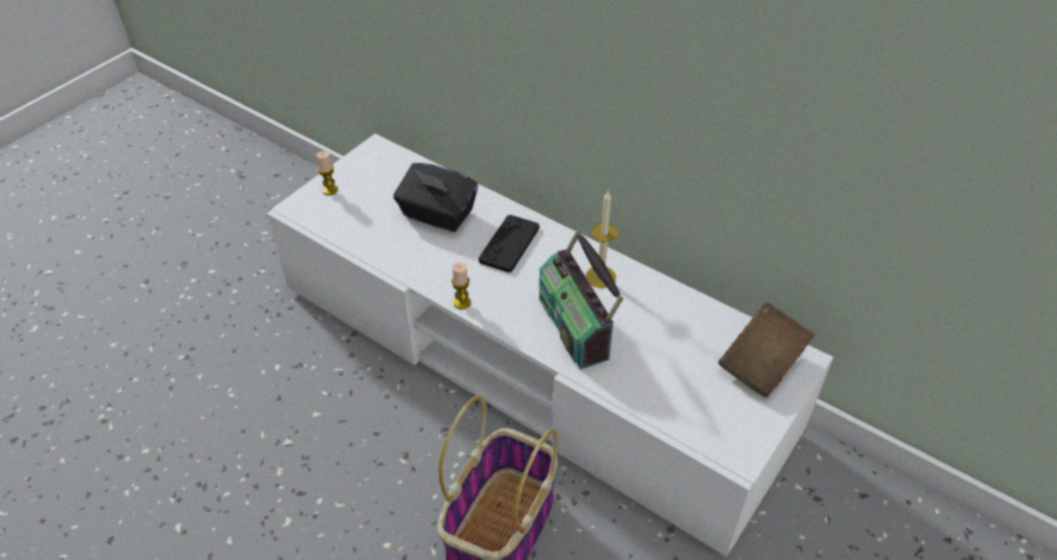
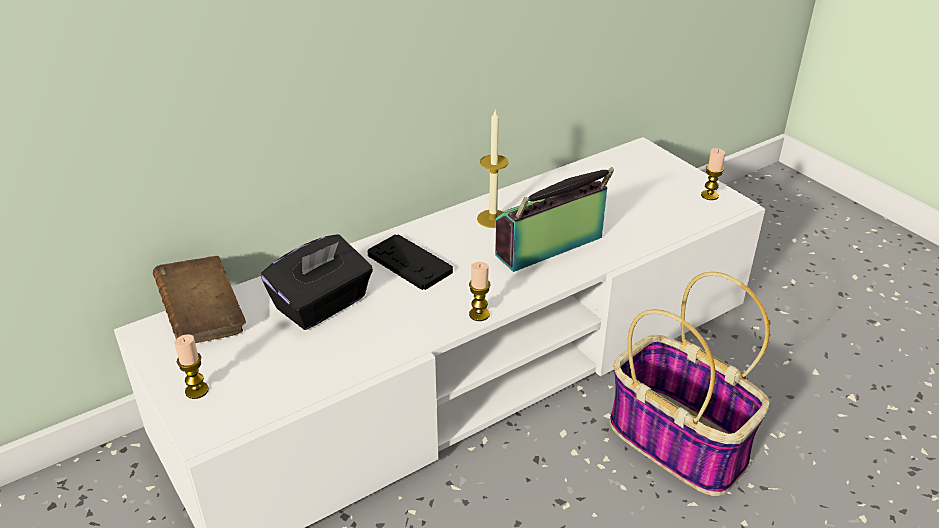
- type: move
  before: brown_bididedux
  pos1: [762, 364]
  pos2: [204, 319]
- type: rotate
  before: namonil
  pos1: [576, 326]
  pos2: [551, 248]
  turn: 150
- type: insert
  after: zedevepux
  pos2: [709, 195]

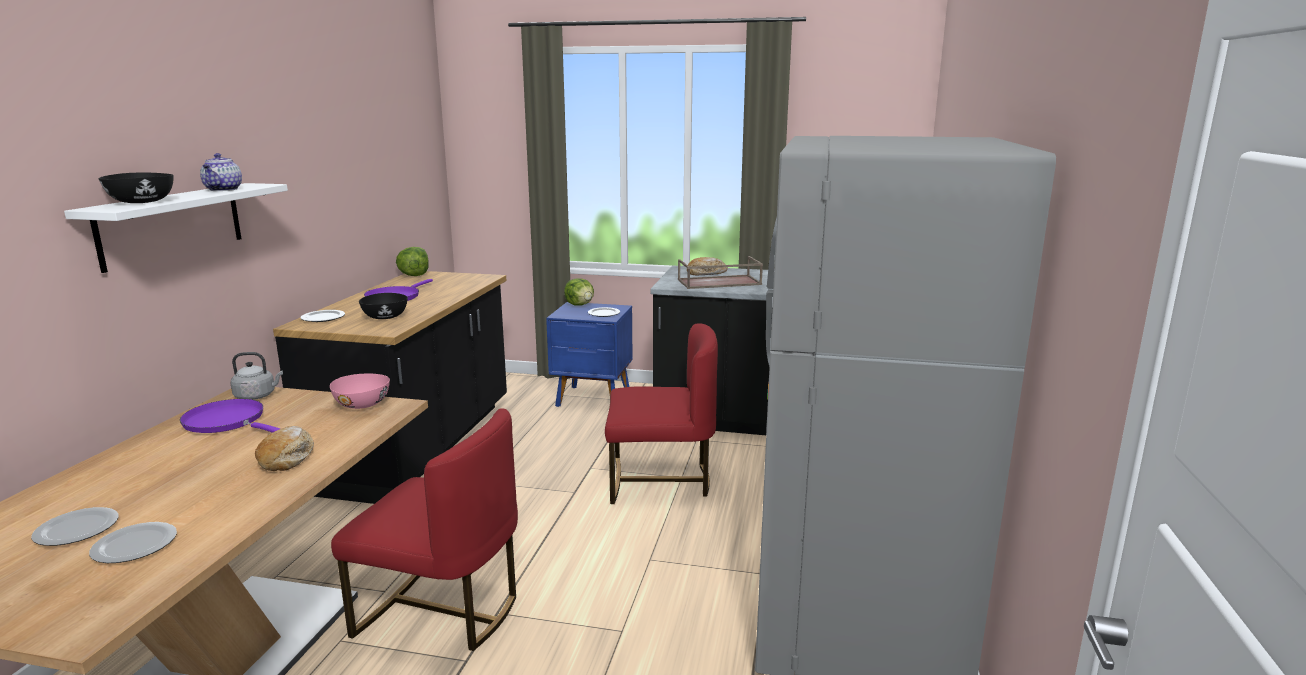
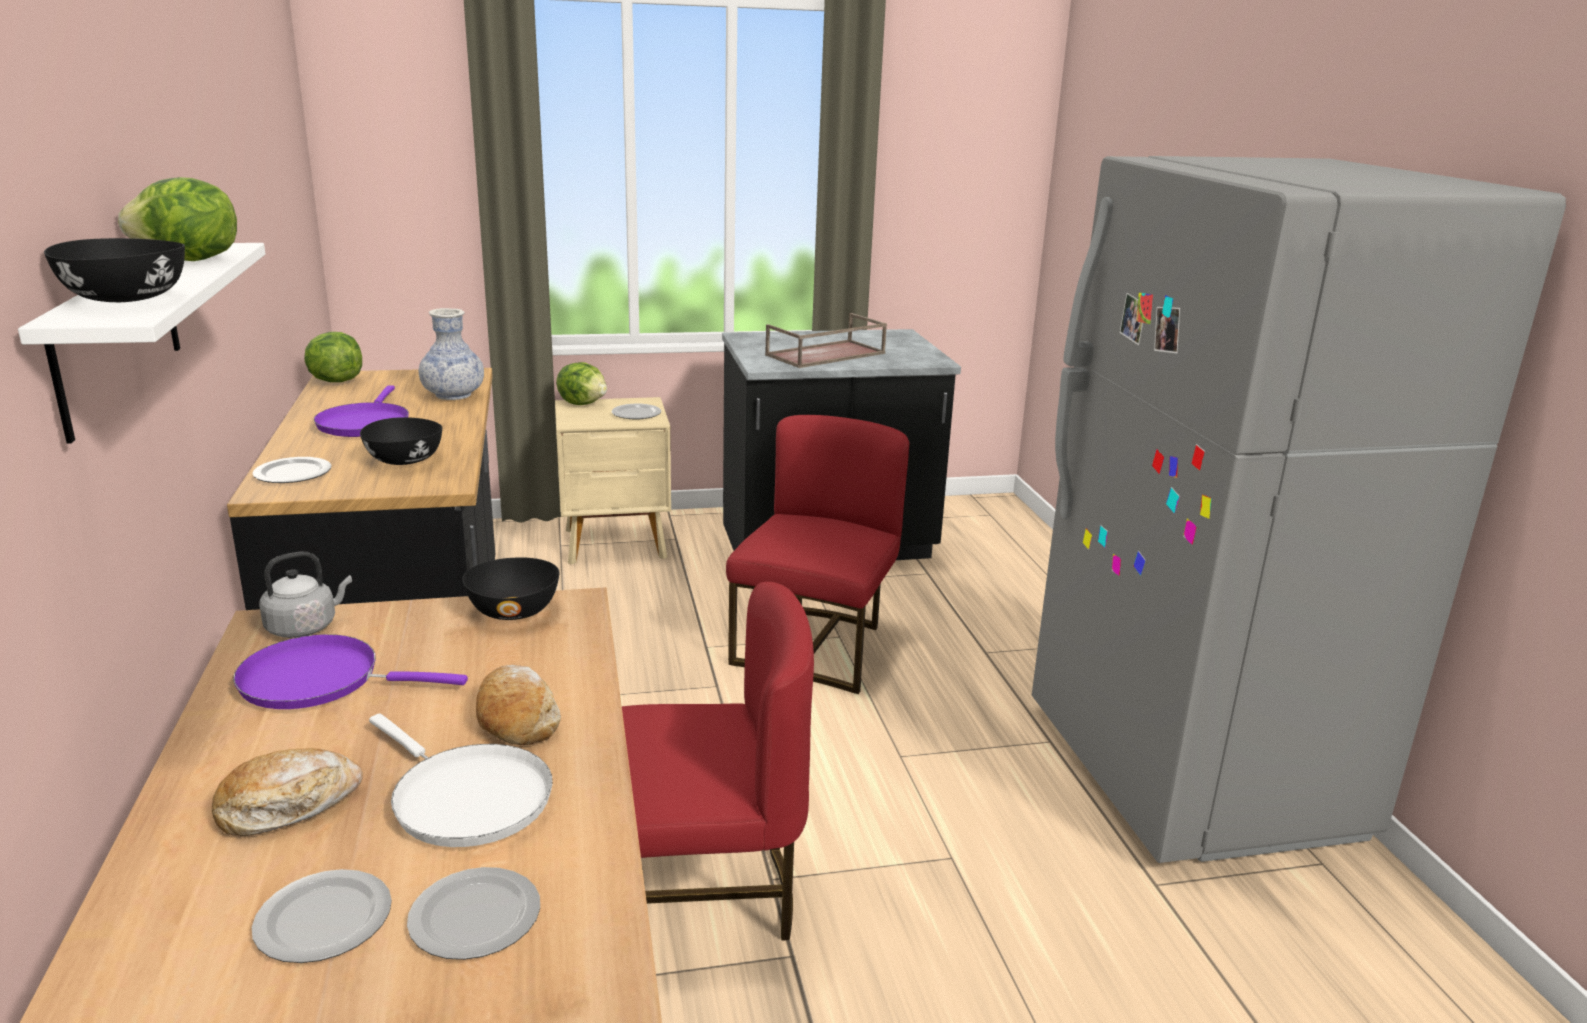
- type: replace
  before: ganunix
  after: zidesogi
  pos1: [223, 190]
  pos2: [189, 261]
- type: move
  before: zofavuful
  pos1: [706, 273]
  pos2: [288, 805]
- type: insert
  after: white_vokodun
  pos2: [466, 798]
- type: insert
  after: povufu
  pos2: [453, 395]
- type: recolor
  before: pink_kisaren
  after: black_kisaren
  pos1: [363, 404]
  pos2: [514, 610]
- type: recolor
  before: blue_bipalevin
  after: beige_bipalevin
  pos1: [594, 399]
  pos2: [617, 544]
- type: rotate
  before: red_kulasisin
  pos1: [659, 481]
  pos2: [816, 647]
  turn: -45

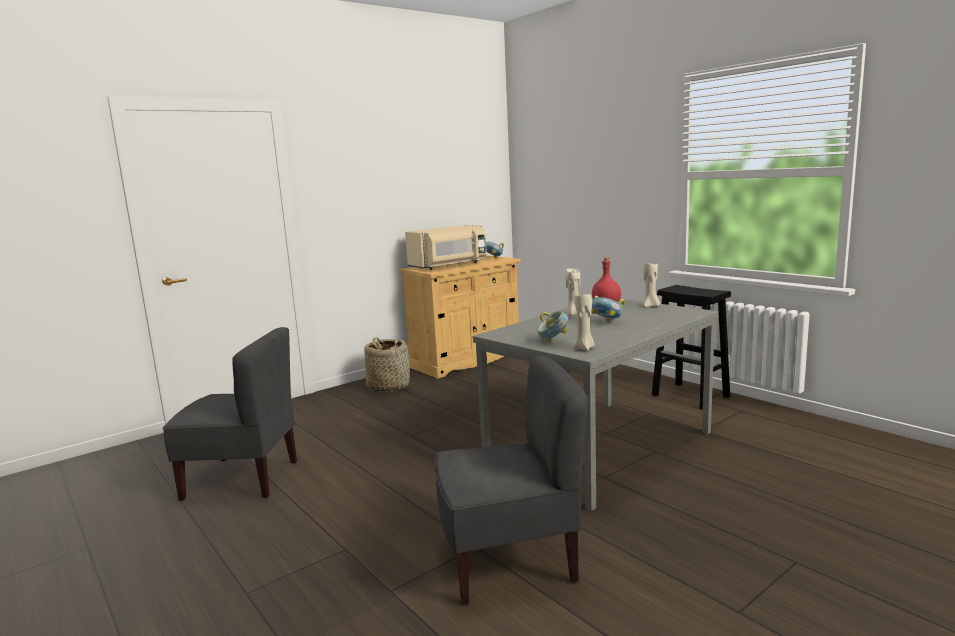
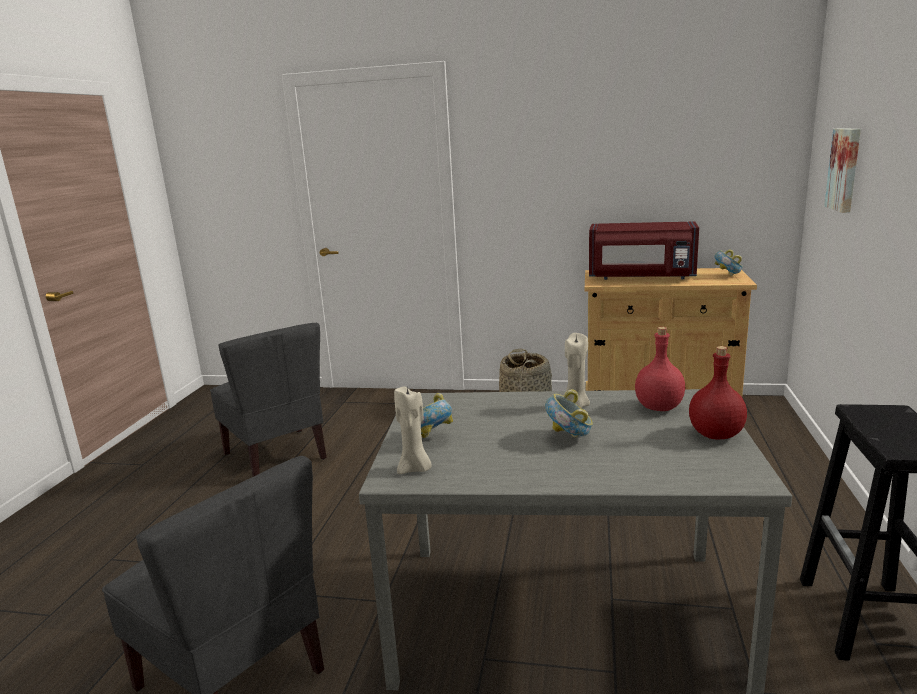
- type: recolor
  before: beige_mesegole
  after: red_mesegole
  pos1: [449, 266]
  pos2: [641, 277]
- type: replace
  before: beige_zedevepux
  after: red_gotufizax
  pos1: [650, 306]
  pos2: [714, 434]
- type: insert
  after: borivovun
  pos2: [845, 169]

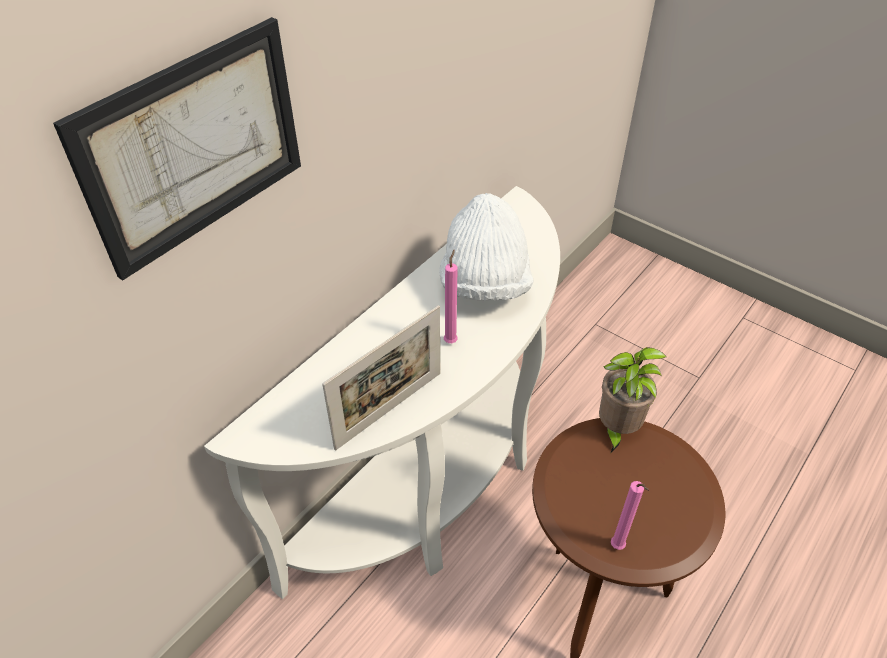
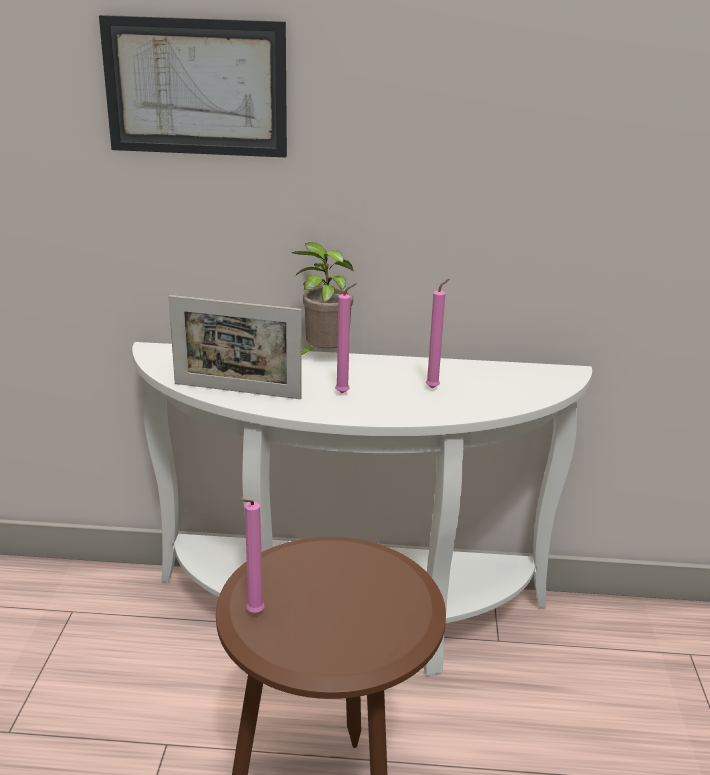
- type: move
  before: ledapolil
  pos1: [616, 430]
  pos2: [323, 356]
- type: replace
  before: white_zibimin
  after: pink_zedevepux
  pos1: [484, 283]
  pos2: [434, 387]

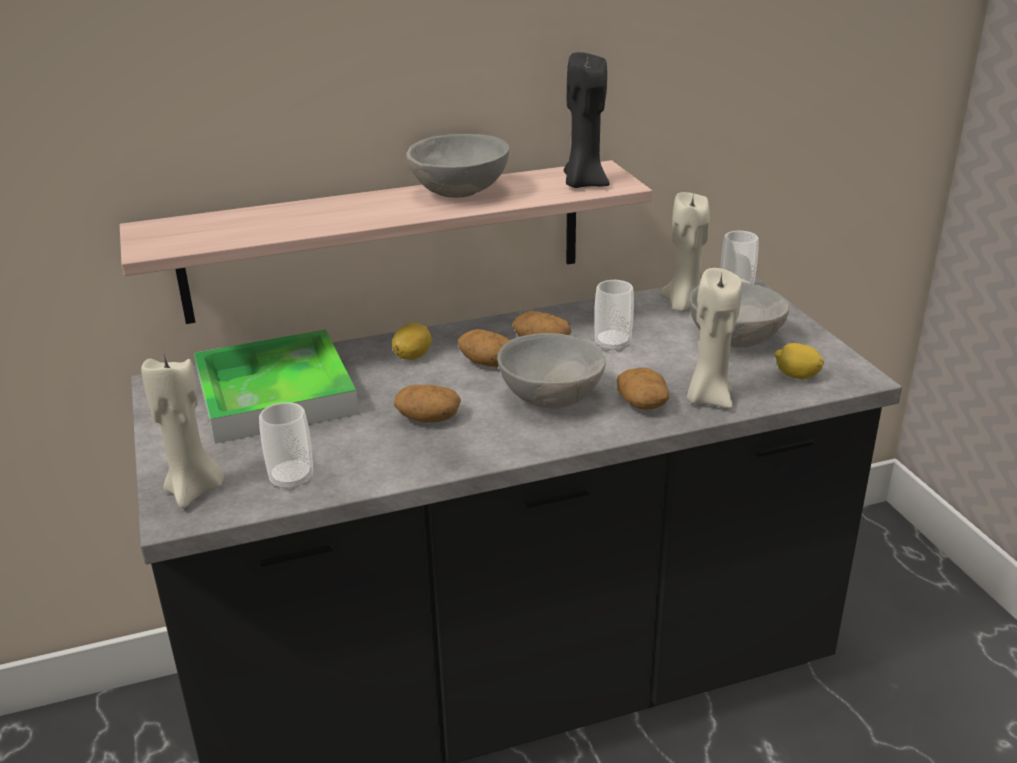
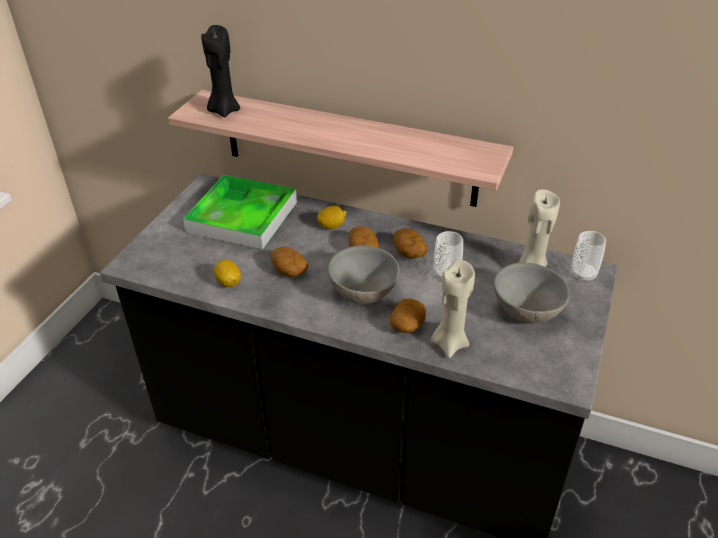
- type: move
  before: black_zedevepux
  pos1: [583, 184]
  pos2: [224, 110]
- type: move
  before: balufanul
  pos1: [796, 376]
  pos2: [228, 282]
- type: delete
  before: beige_zedevepux
  pos1: [194, 491]
- type: delete
  before: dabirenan
  pos1: [291, 480]
- type: delete
  before: grey_kisaren
  pos1: [460, 194]

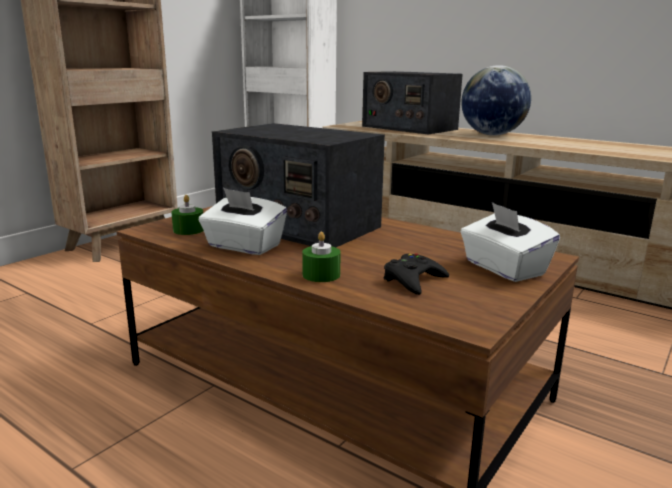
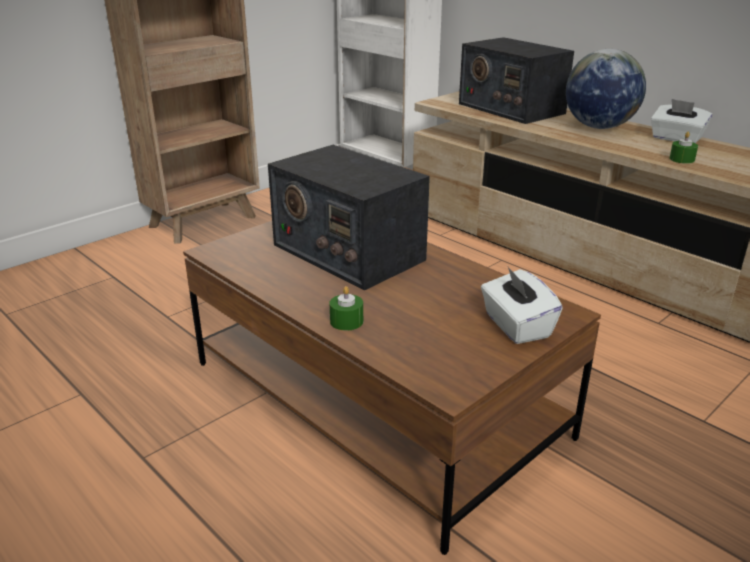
- type: move
  before: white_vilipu
  pos1: [243, 246]
  pos2: [676, 139]
- type: move
  before: green_zedevepux
  pos1: [188, 230]
  pos2: [682, 159]
- type: delete
  before: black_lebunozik
  pos1: [413, 280]

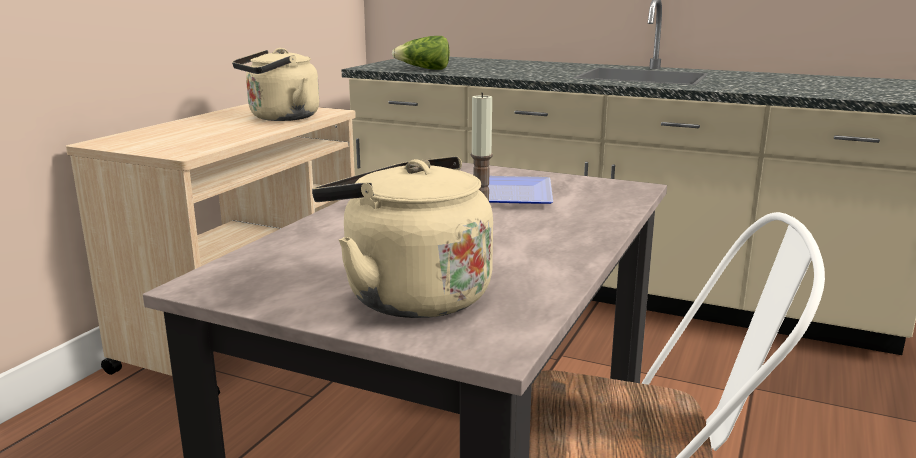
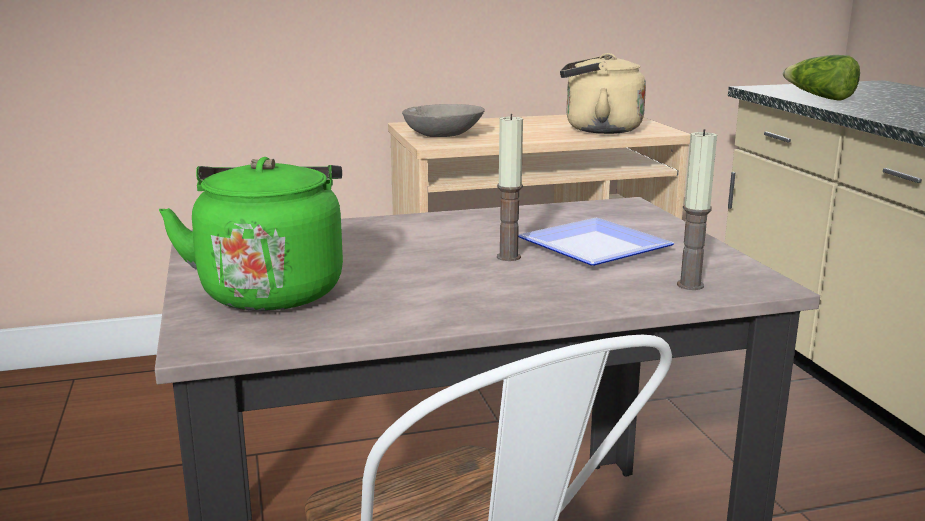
- type: recolor
  before: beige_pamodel
  after: green_pamodel
  pos1: [409, 295]
  pos2: [272, 289]
- type: insert
  after: grey_kisaren
  pos2: [443, 134]
- type: insert
  after: zedevepux
  pos2: [690, 285]

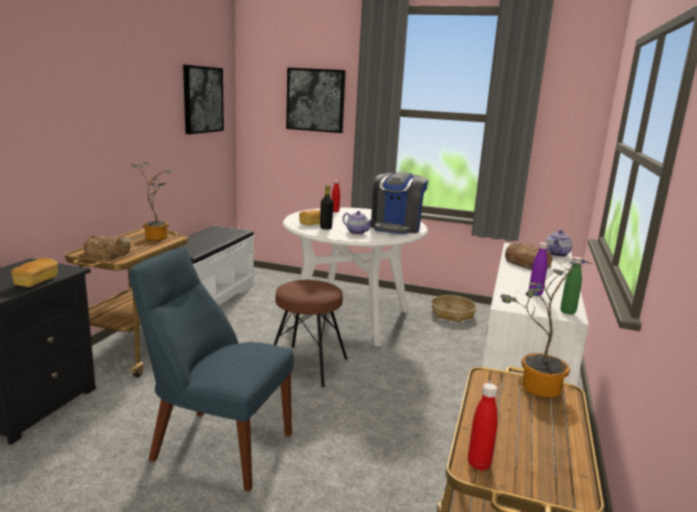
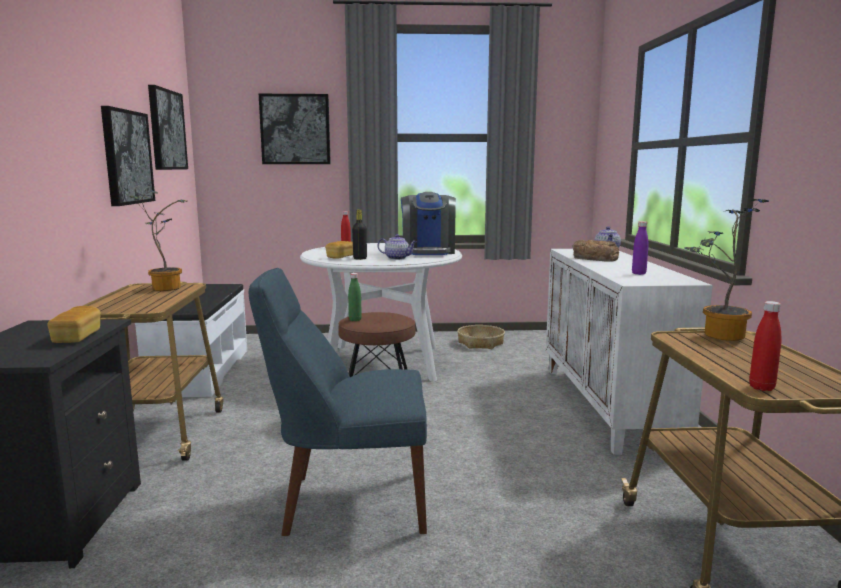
- type: insert
  after: borivovun
  pos2: [127, 157]
- type: move
  before: green_gotufizax
  pos1: [567, 312]
  pos2: [355, 320]
- type: delete
  before: zofavuful
  pos1: [107, 252]

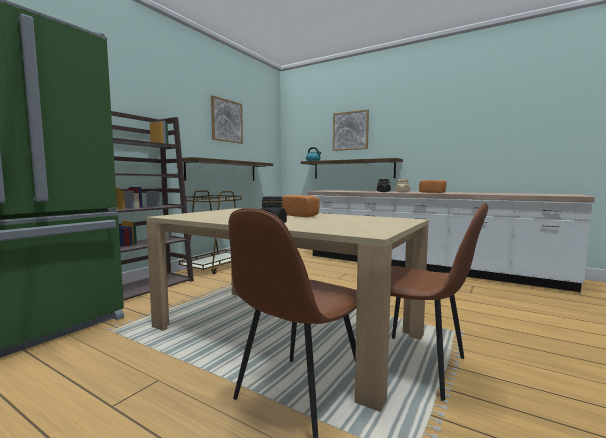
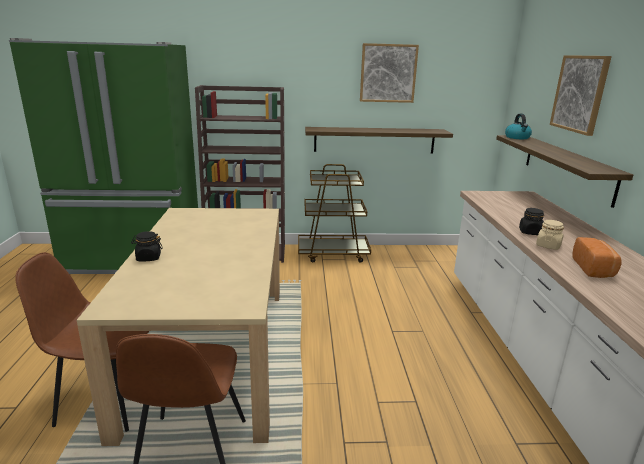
- type: delete
  before: zofavuful
  pos1: [300, 215]

